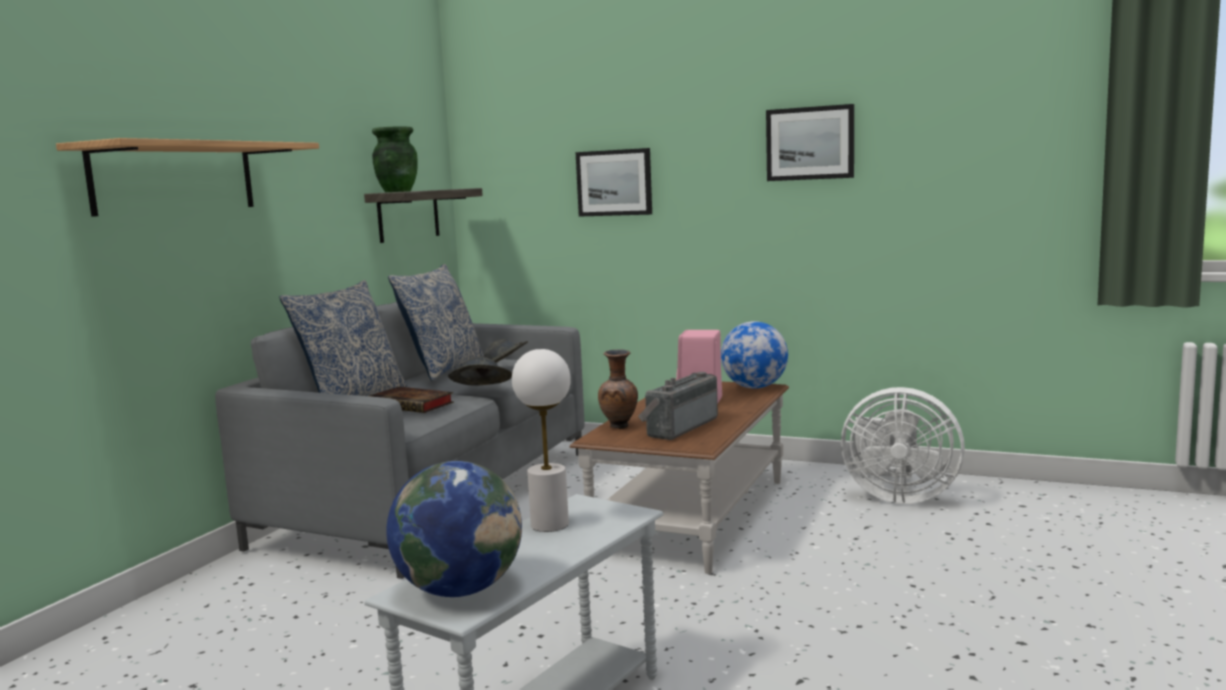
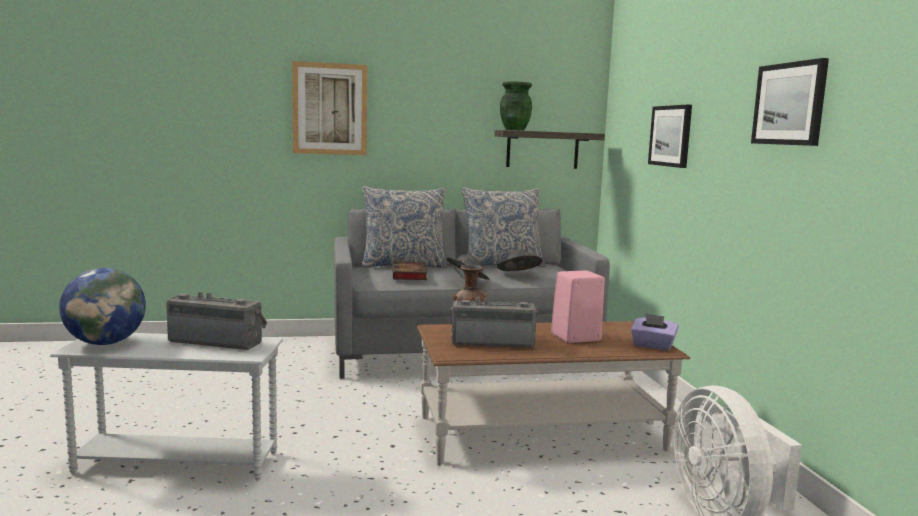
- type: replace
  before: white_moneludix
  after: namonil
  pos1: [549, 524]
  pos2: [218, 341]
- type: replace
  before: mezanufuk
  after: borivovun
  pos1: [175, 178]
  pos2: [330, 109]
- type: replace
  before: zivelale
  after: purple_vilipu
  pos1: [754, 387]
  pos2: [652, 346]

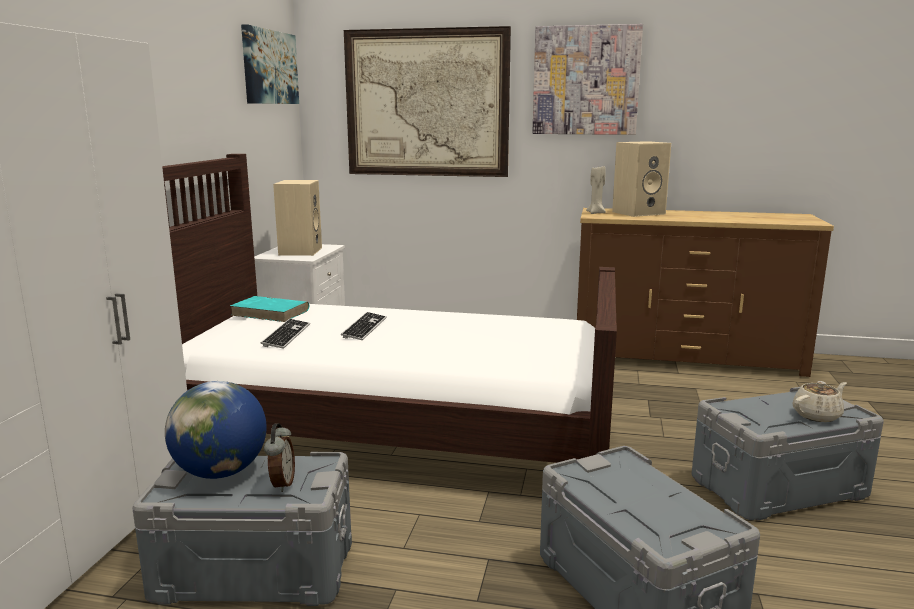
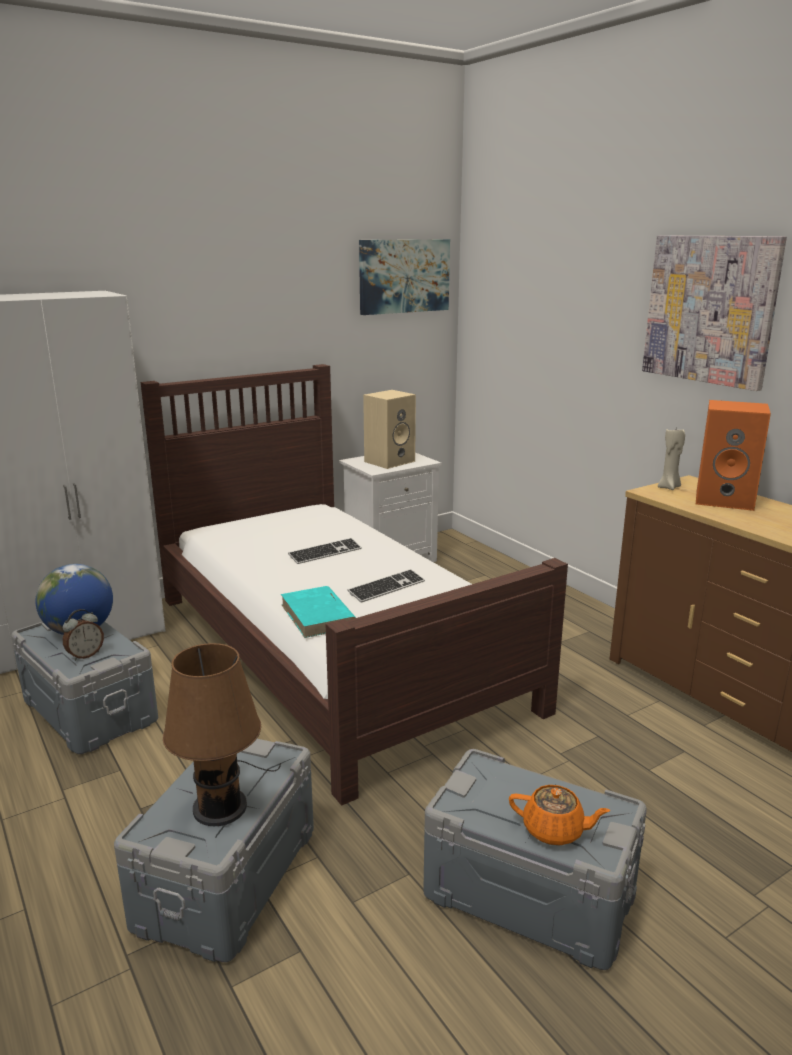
- type: insert
  after: brown_moneludix
  pos2: [222, 803]
- type: move
  before: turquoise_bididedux
  pos1: [271, 312]
  pos2: [318, 616]
- type: move
  before: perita
  pos1: [286, 335]
  pos2: [387, 588]
- type: recolor
  before: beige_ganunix
  after: orange_ganunix
  pos1: [817, 415]
  pos2: [554, 830]
- type: recolor
  before: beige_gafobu
  after: orange_gafobu
  pos1: [639, 213]
  pos2: [726, 500]
- type: delete
  before: borivovun
  pos1: [426, 103]

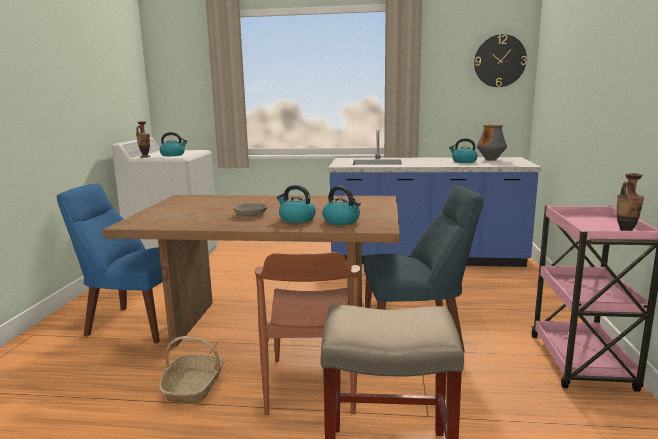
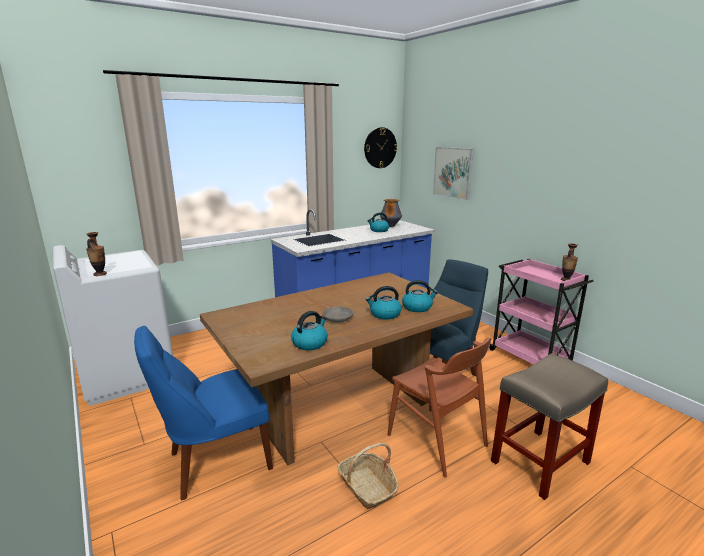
- type: move
  before: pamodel
  pos1: [173, 155]
  pos2: [310, 343]
- type: insert
  after: borivovun
  pos2: [453, 172]

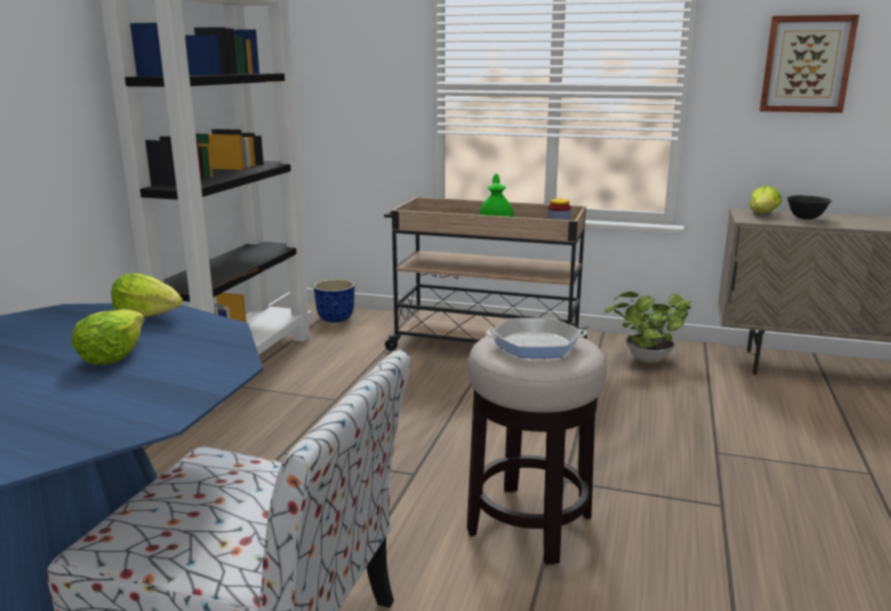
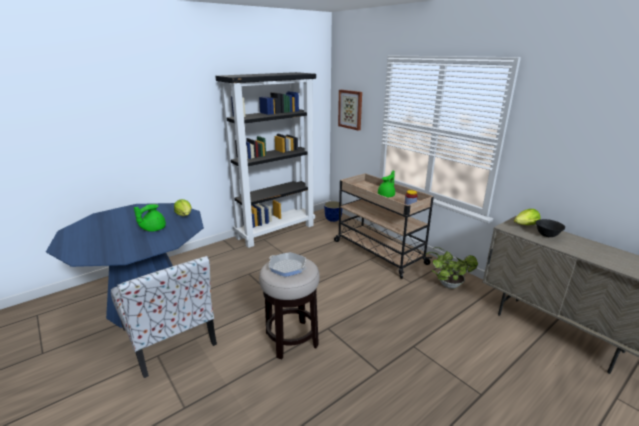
- type: replace
  before: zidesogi
  after: green_ganunix
  pos1: [113, 356]
  pos2: [153, 229]
- type: move
  before: borivovun
  pos1: [806, 64]
  pos2: [350, 109]

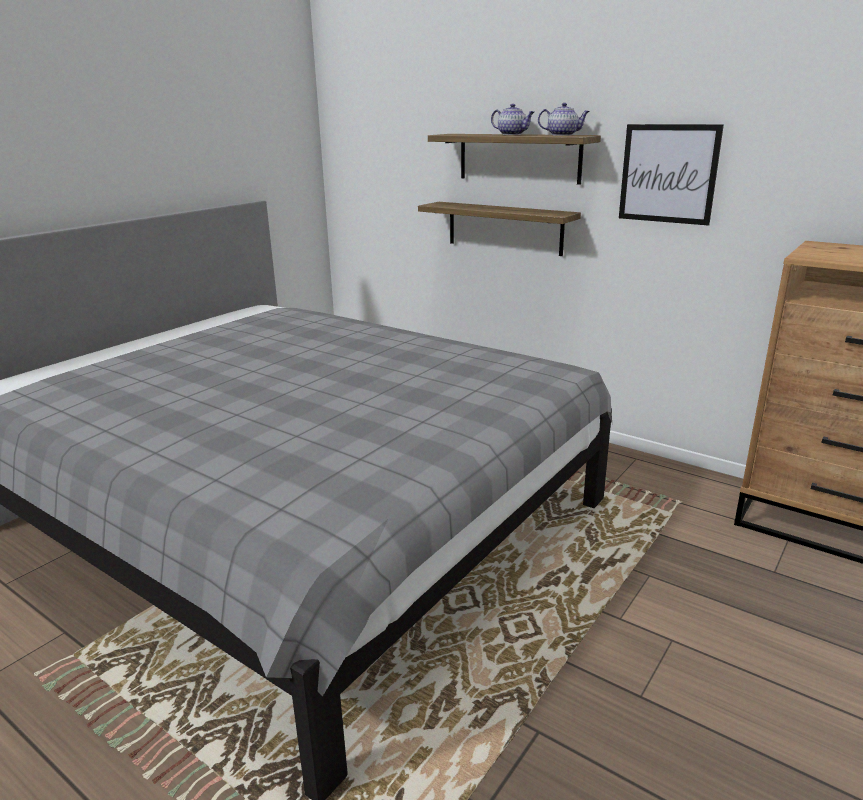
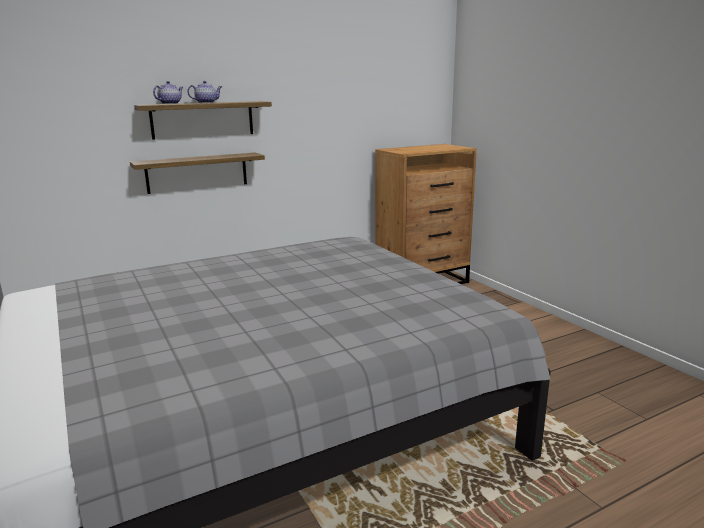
- type: move
  before: ganunix
  pos1: [563, 135]
  pos2: [170, 103]
- type: delete
  before: borivovun
  pos1: [668, 174]

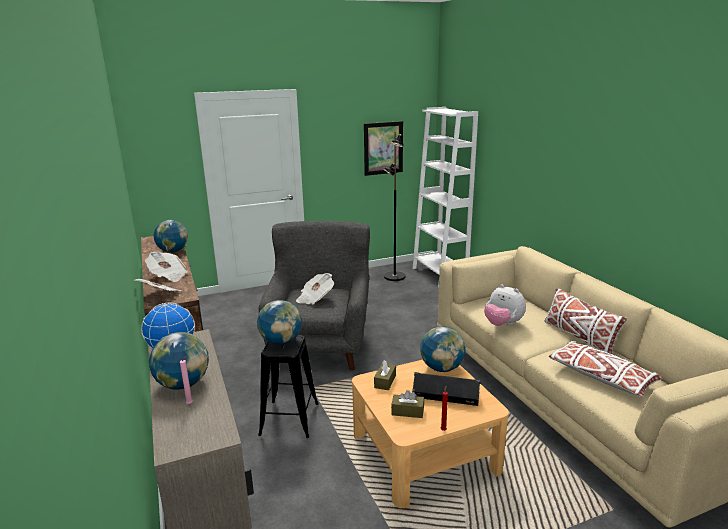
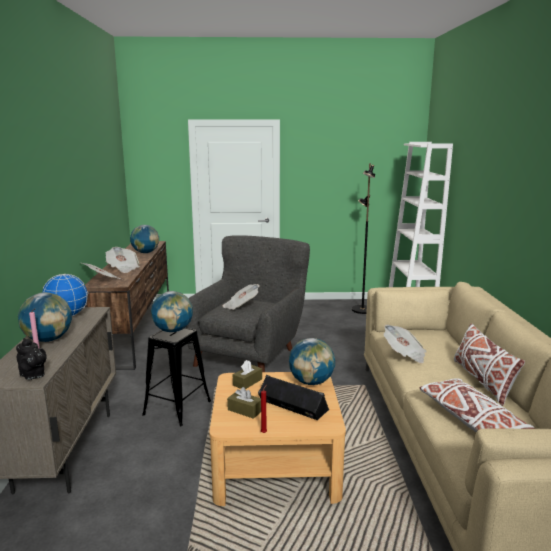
- type: insert
  after: black_ganunix
  pos2: [33, 375]
- type: replace
  before: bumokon
  after: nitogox
  pos1: [502, 324]
  pos2: [404, 354]
- type: delete
  before: borivovun
  pos1: [383, 148]

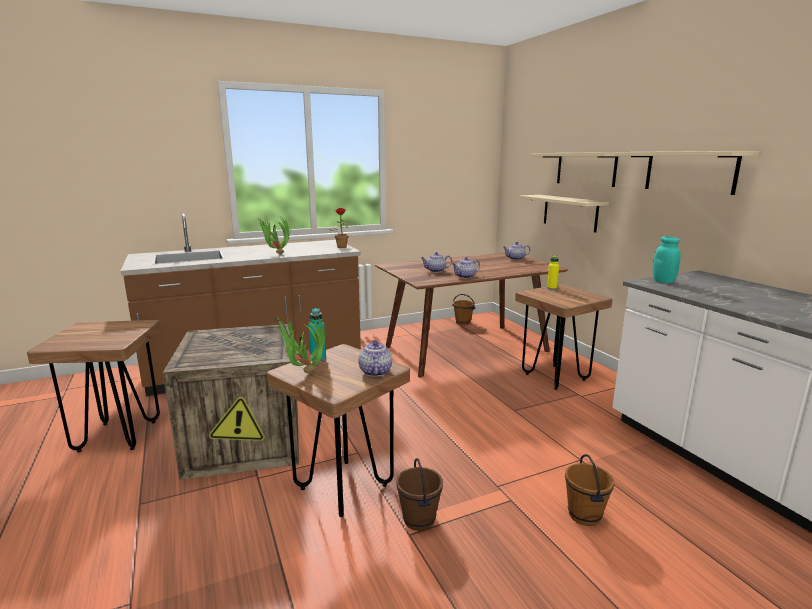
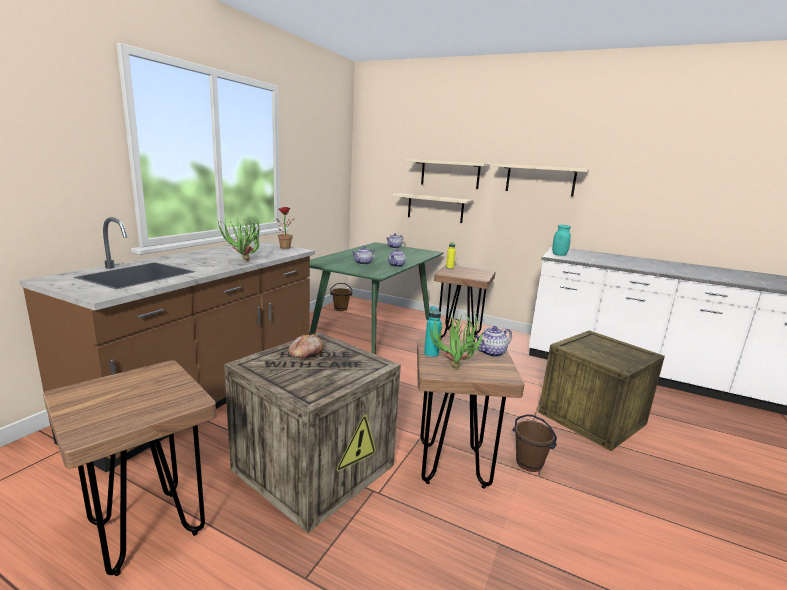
- type: insert
  after: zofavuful
  pos2: [305, 353]
- type: recolor
  before: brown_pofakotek
  after: green_pofakotek
  pos1: [466, 349]
  pos2: [375, 330]
- type: rotate
  before: ganunix
  pos1: [375, 371]
  pos2: [491, 353]
  turn: -75
- type: replace
  before: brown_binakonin
  after: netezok
  pos1: [585, 515]
  pos2: [591, 418]

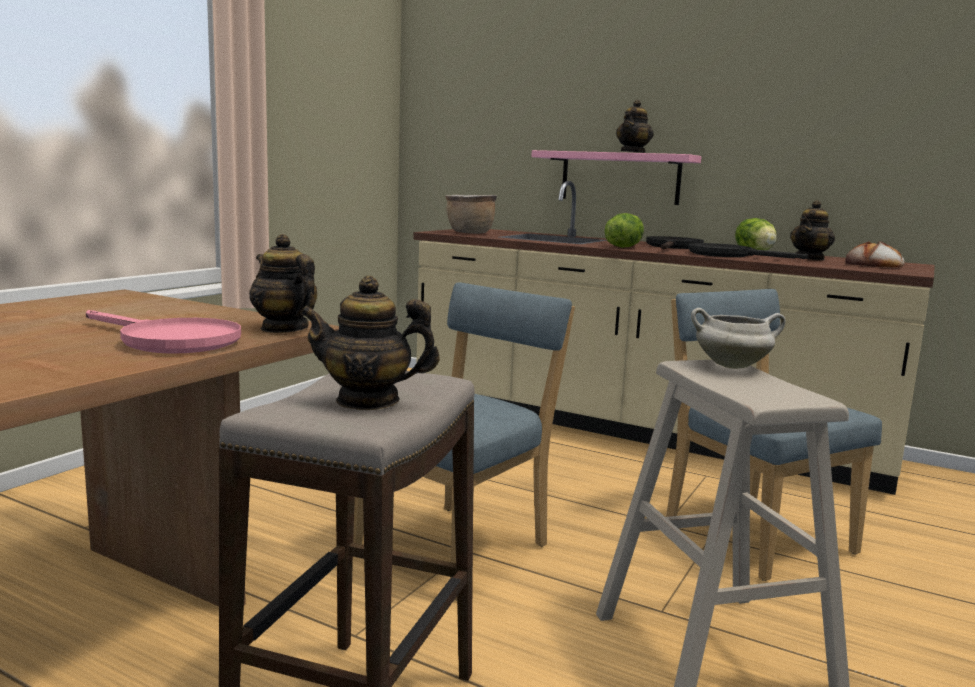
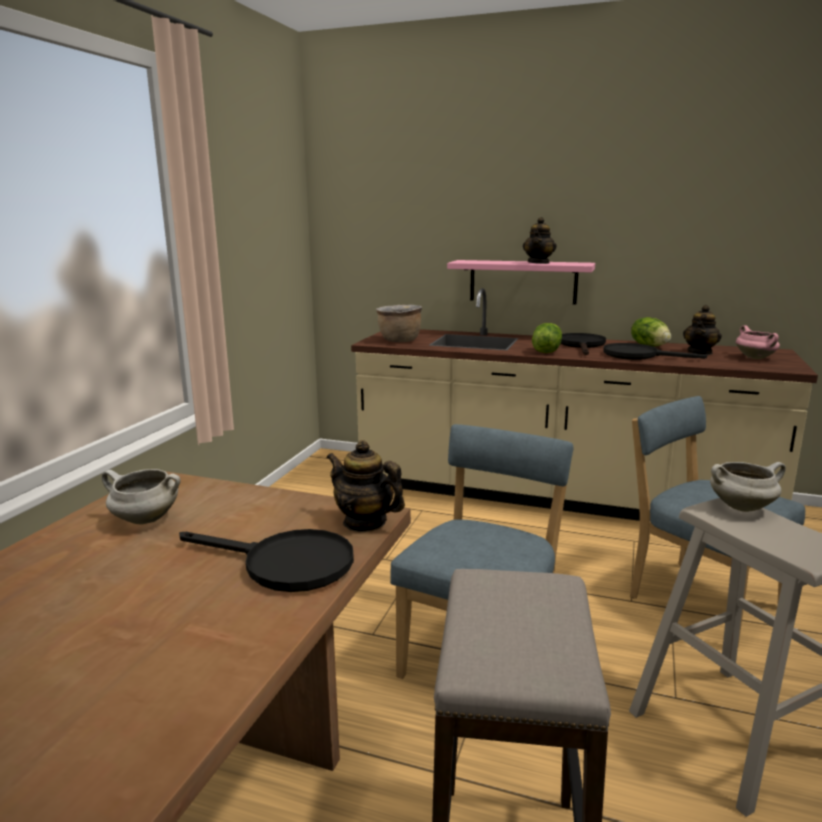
- type: insert
  after: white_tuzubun
  pos2: [144, 520]
- type: recolor
  before: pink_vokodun
  after: black_vokodun
  pos1: [169, 340]
  pos2: [285, 564]
- type: replace
  before: zofavuful
  after: pink_tuzubun
  pos1: [874, 265]
  pos2: [756, 358]
- type: delete
  before: ganunix
  pos1: [368, 401]

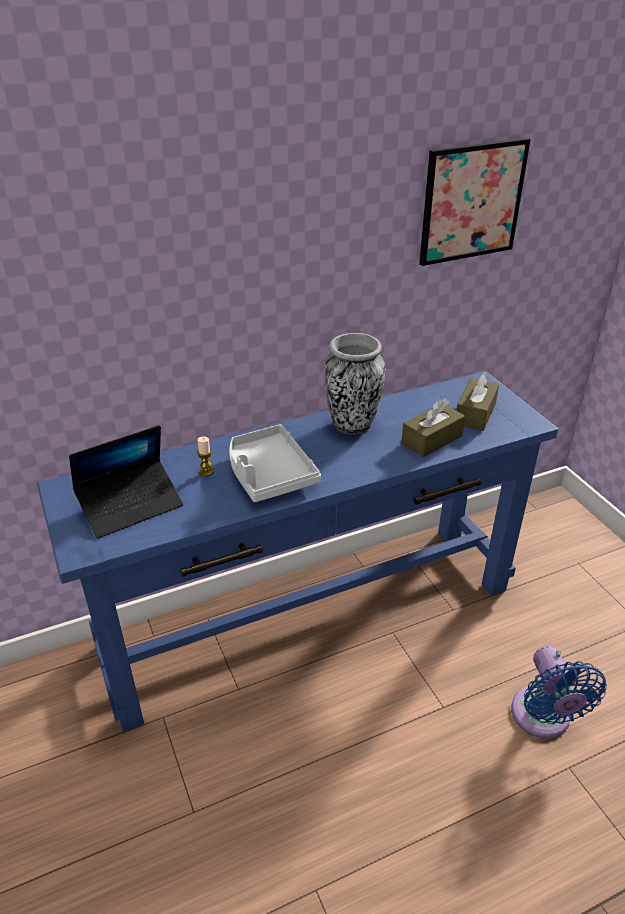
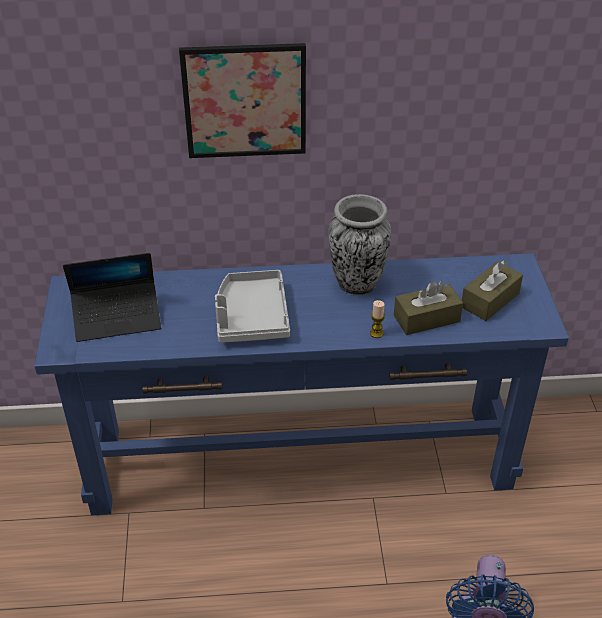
- type: move
  before: borivovun
  pos1: [472, 202]
  pos2: [245, 101]
- type: move
  before: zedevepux
  pos1: [206, 472]
  pos2: [376, 333]

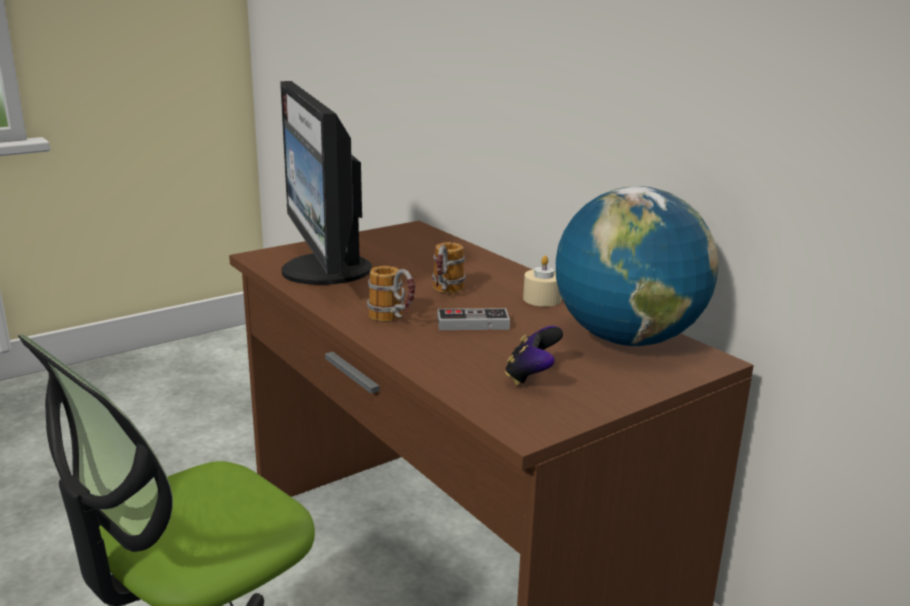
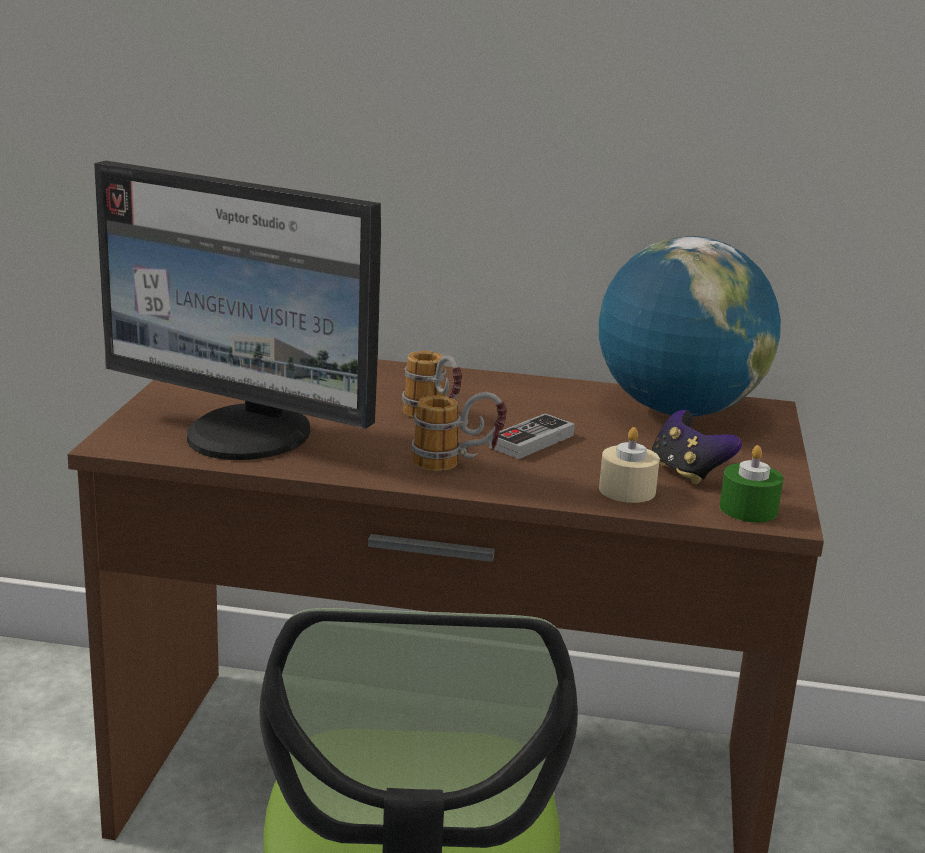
- type: move
  before: beige_zedevepux
  pos1: [542, 299]
  pos2: [627, 490]
- type: insert
  after: green_zedevepux
  pos2: [748, 509]

